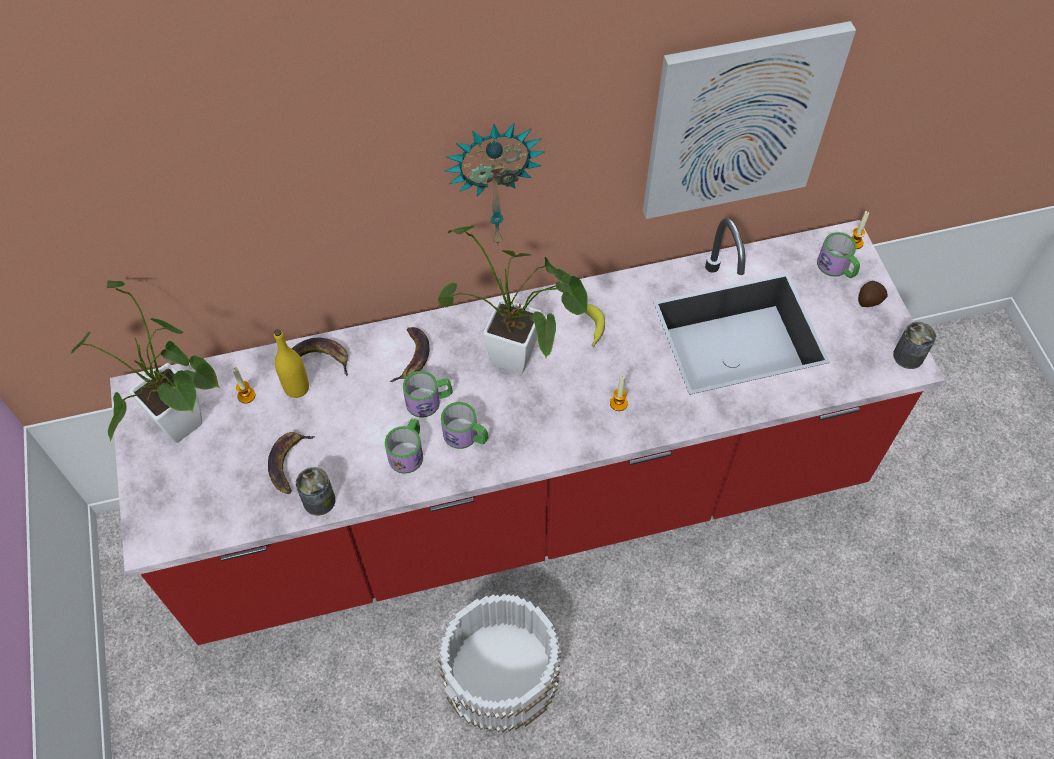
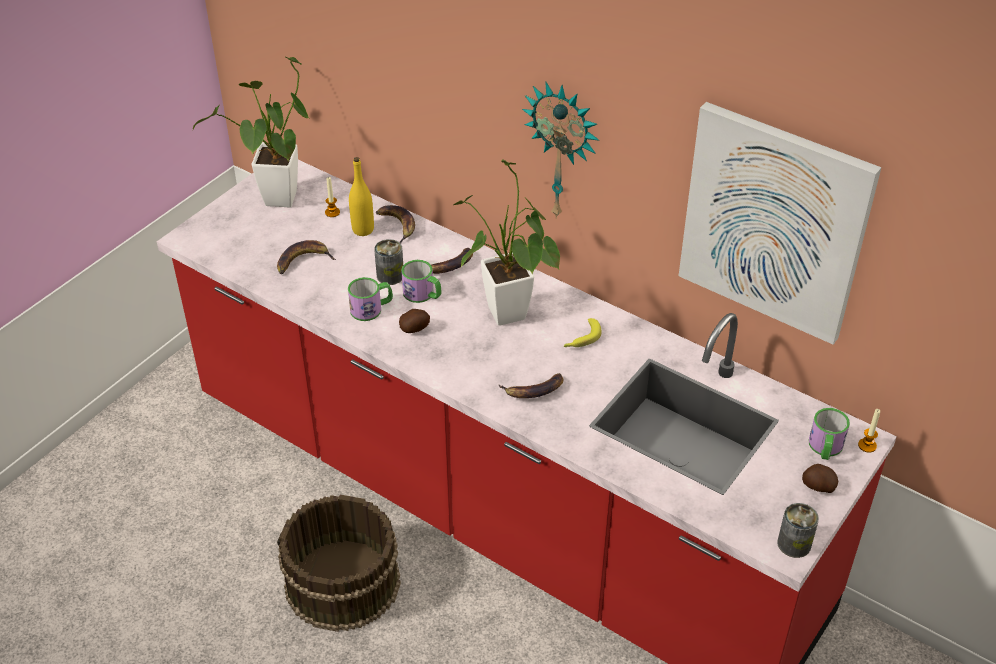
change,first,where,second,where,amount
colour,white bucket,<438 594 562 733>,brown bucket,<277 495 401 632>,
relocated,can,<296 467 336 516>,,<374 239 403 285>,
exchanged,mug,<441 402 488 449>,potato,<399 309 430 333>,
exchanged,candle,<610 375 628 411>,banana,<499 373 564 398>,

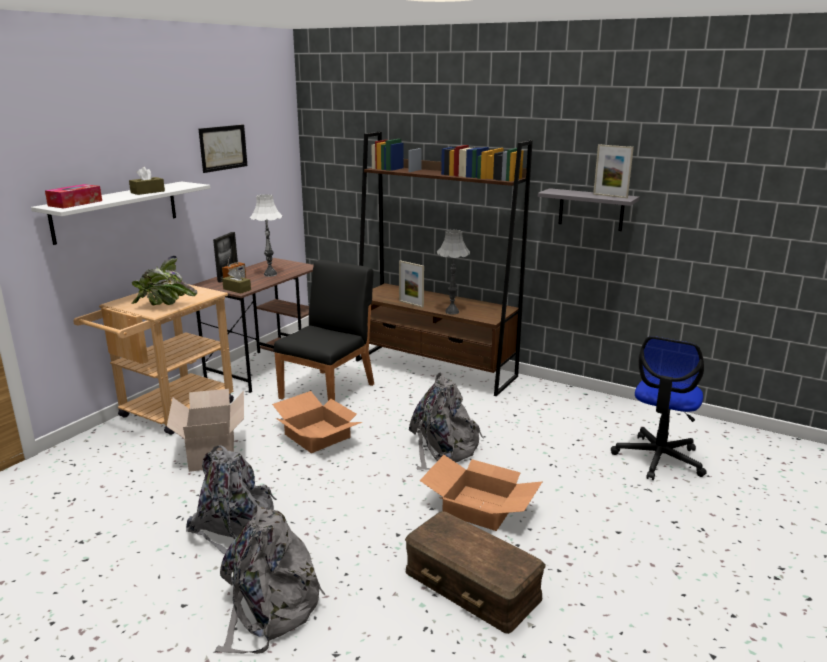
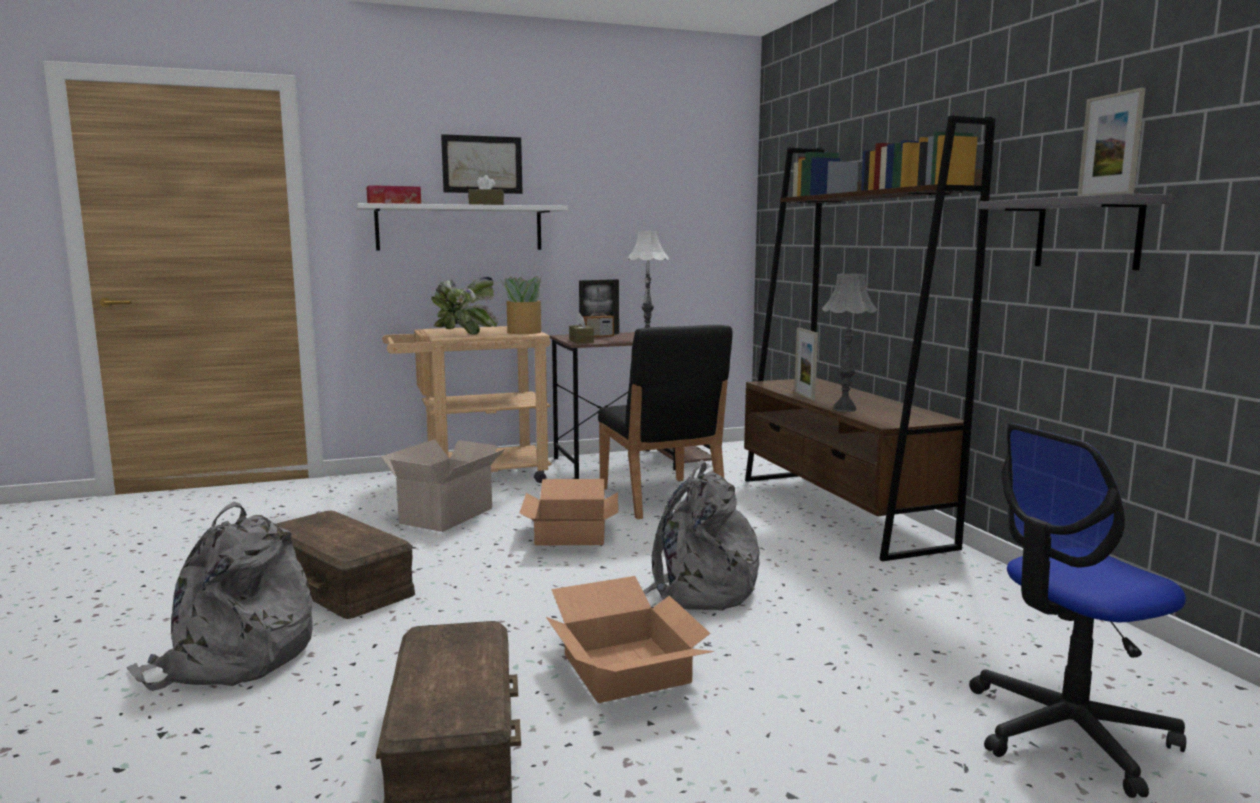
change,first,where,second,where,amount
exchanged,grey backpack,<186 446 277 555>,brown storage box,<276 510 415 619>,
relocated,picture,<199 125 247 173>,,<441 134 523 194>,
appeared,,,potted plant,<500 276 541 334>,
spun,black chair,<274 260 374 401>,,<598 325 733 519>,90 degrees clockwise

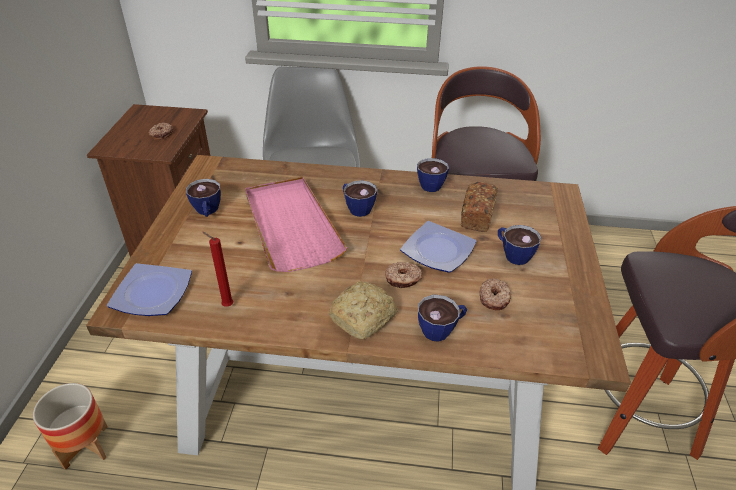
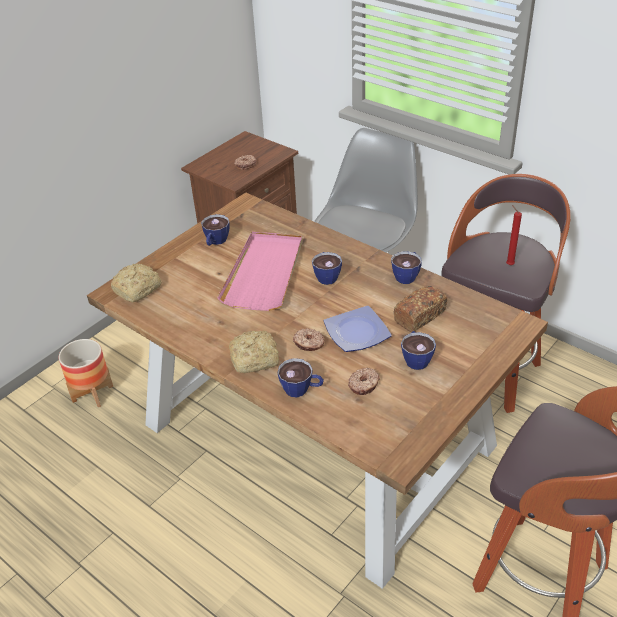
change,first,where,second,where,amount
exchanged,plate,<107 263 192 316>,bread,<111 264 162 302>,
relocated,red candle,<202 232 233 307>,,<506 205 522 265>,

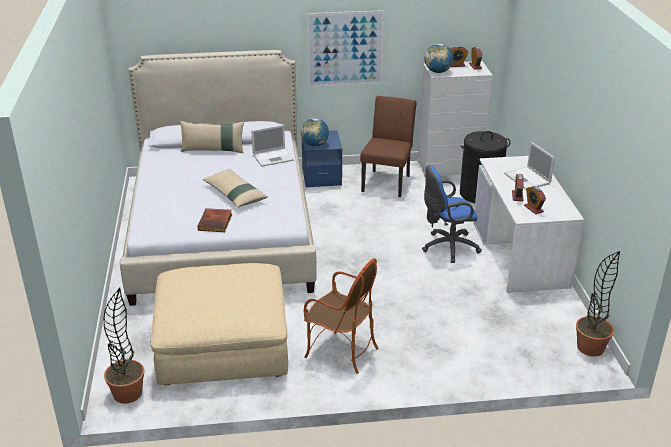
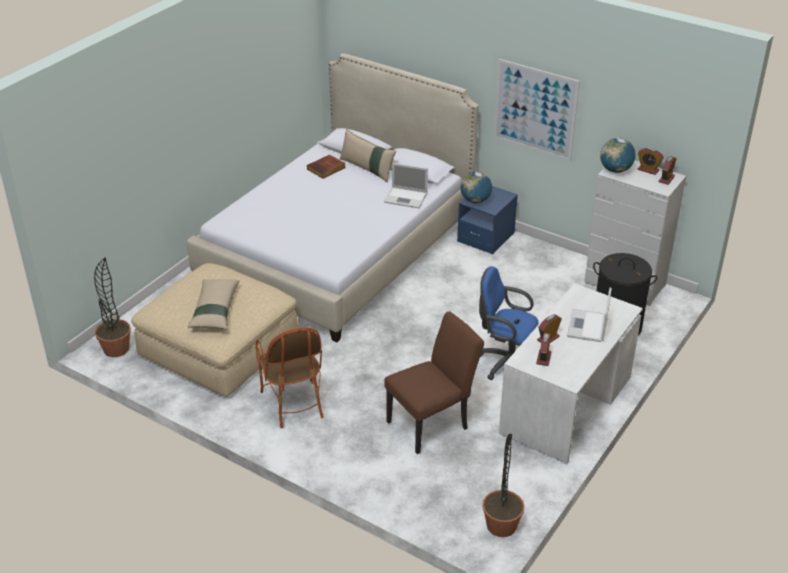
change,first,where,second,where,amount
relocated,beige pillow,<202 169 268 208>,,<188 279 240 330>,
relocated,book,<198 208 232 232>,,<307 155 346 179>,
relocated,brown chair,<360 96 416 197>,,<384 311 484 454>,

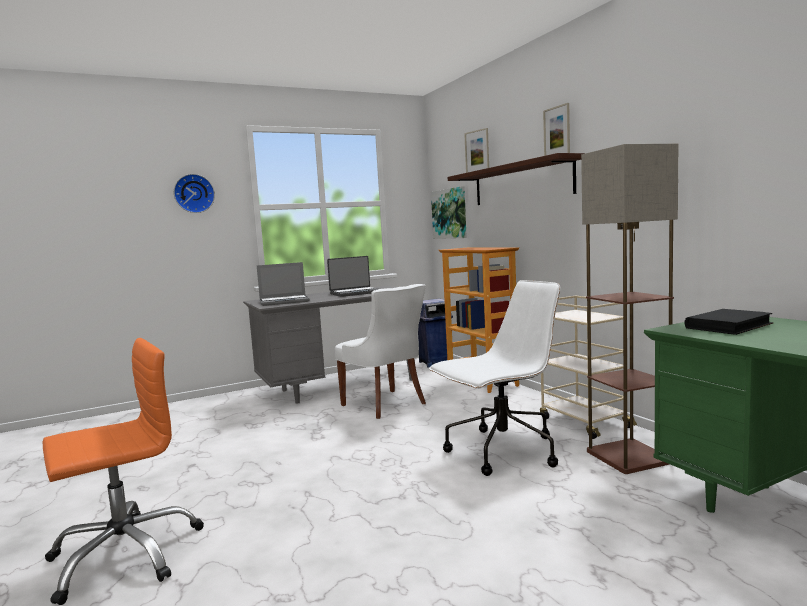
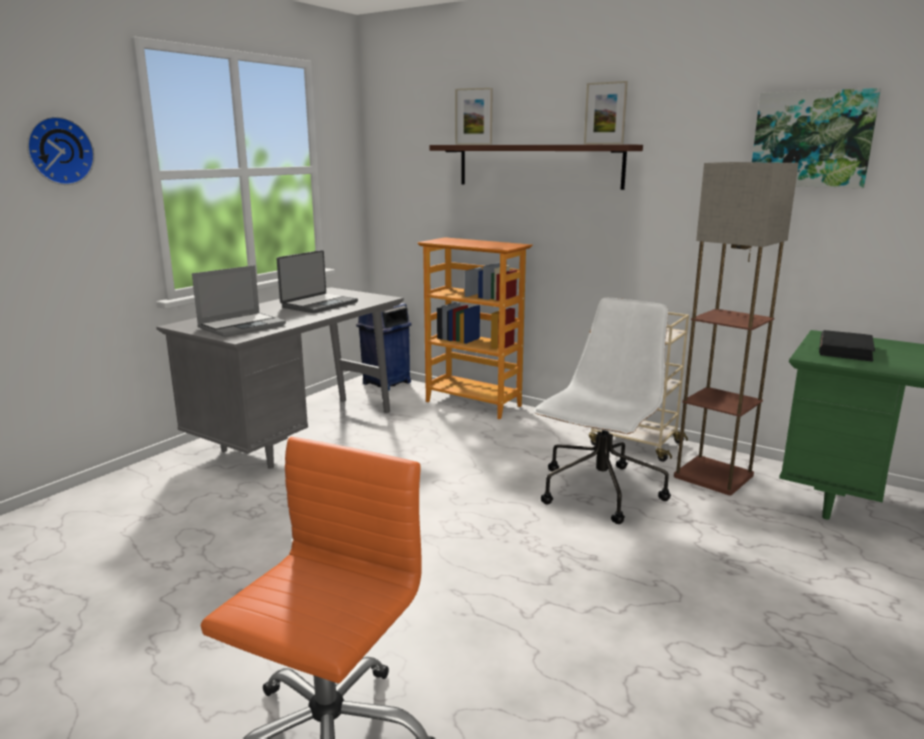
change,first,where,second,where,amount
relocated,picture,<431 186 467 239>,,<752 88 881 188>,
missing,white chair,<335 284 426 419>,,,

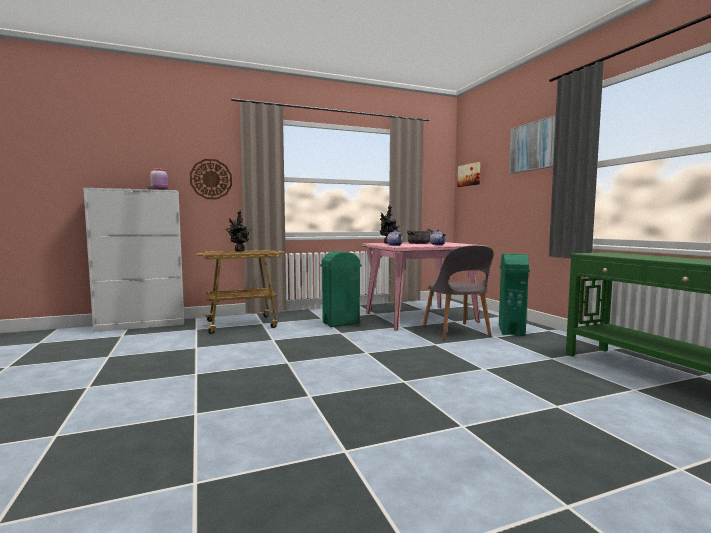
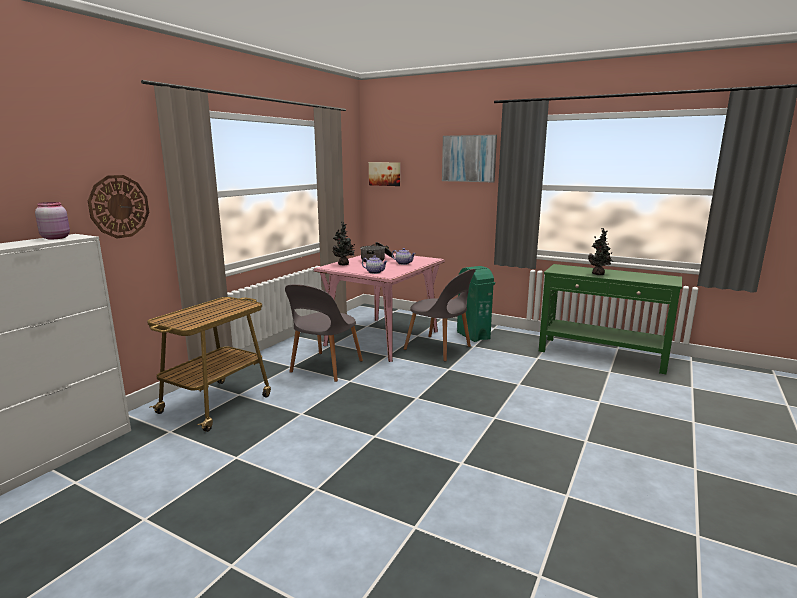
change,first,where,second,where,amount
exchanged,green trash can,<320 251 362 327>,grey chair,<285 284 363 382>,
relocated,potted plant,<225 210 252 251>,,<588 228 614 275>,

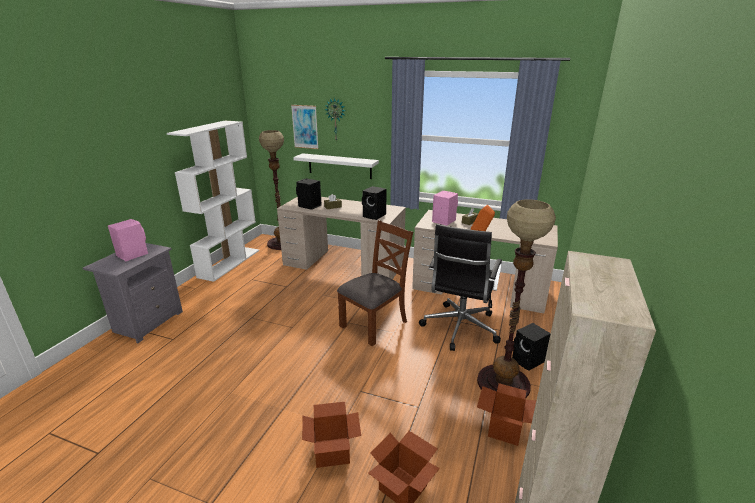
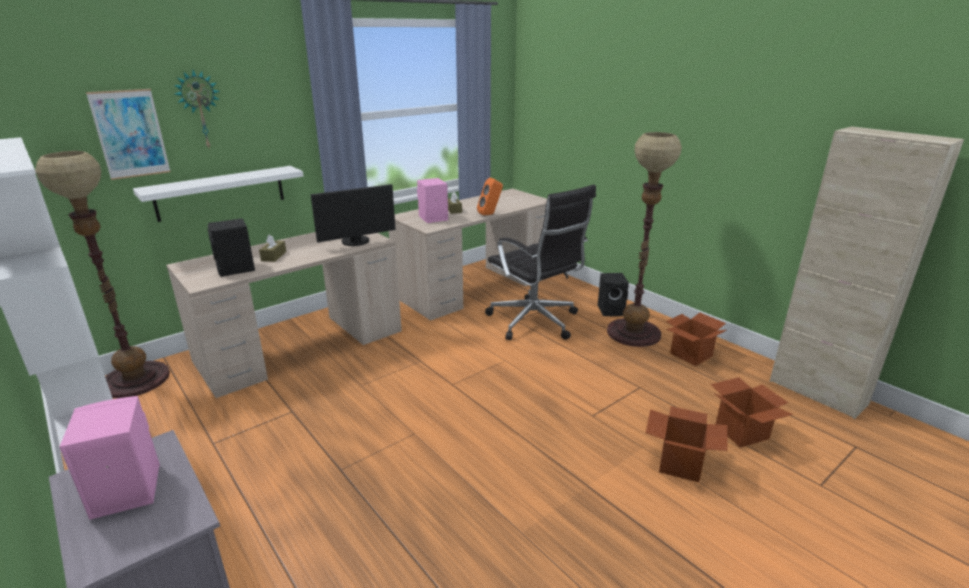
change,first,where,second,where,amount
exchanged,black speaker,<362 186 386 220>,monitor,<311 184 396 246>,
missing,brown chair,<337 220 413 346>,,,

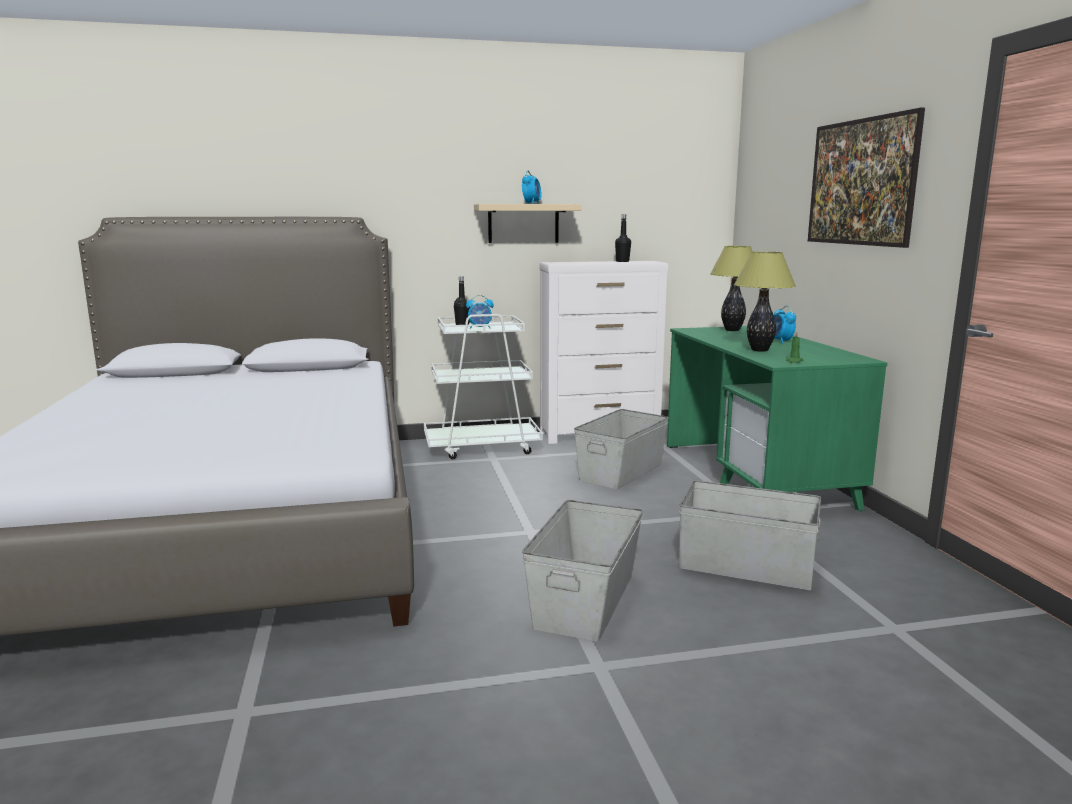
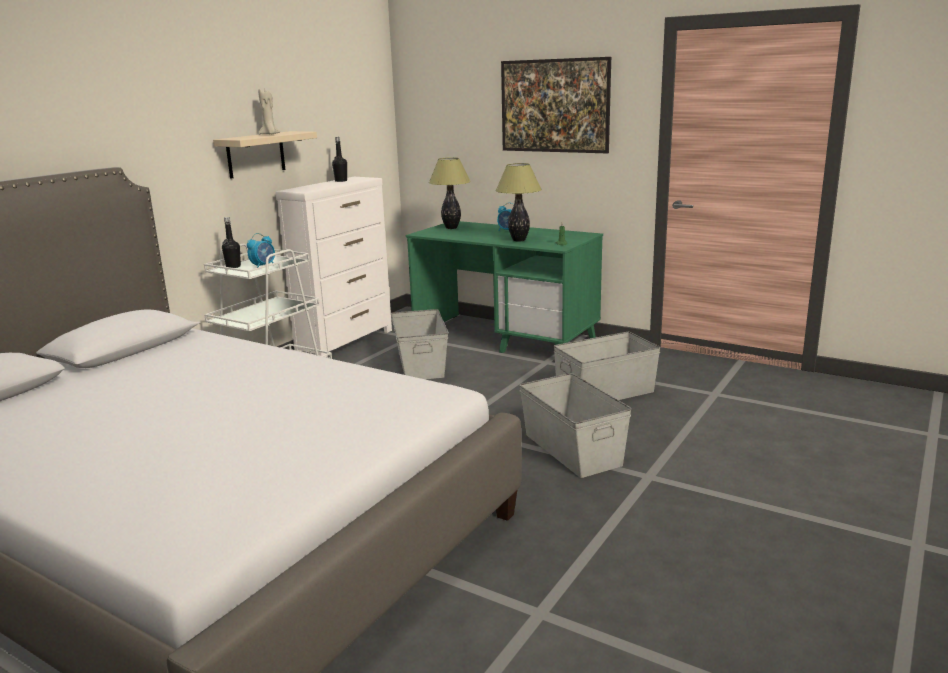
change,first,where,second,where,amount
exchanged,alarm clock,<522 171 541 204>,beige candle,<258 89 280 134>,

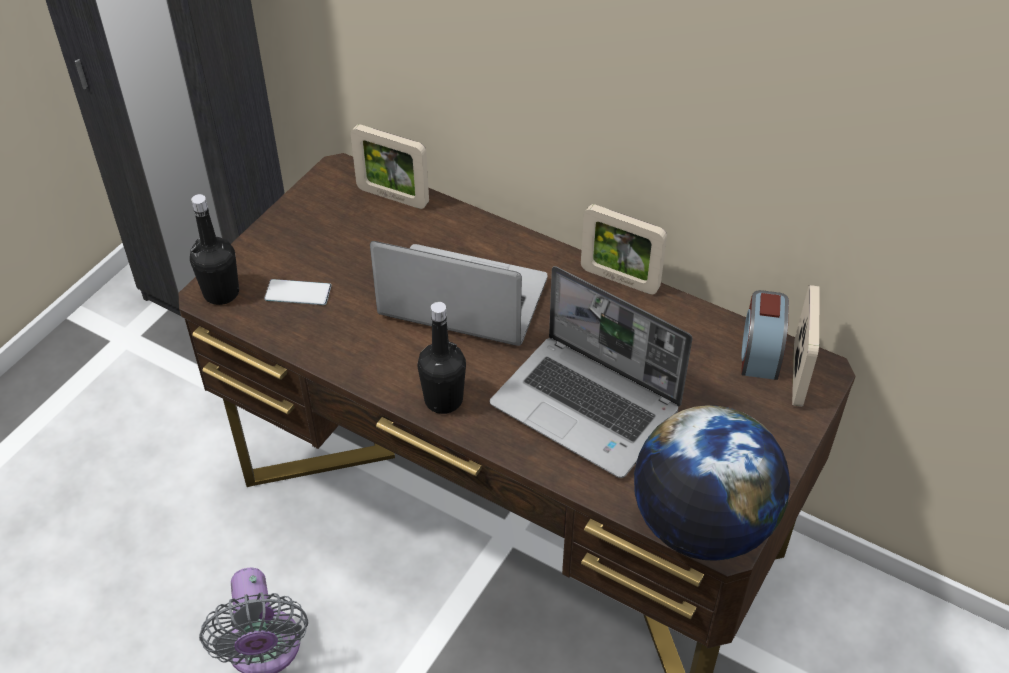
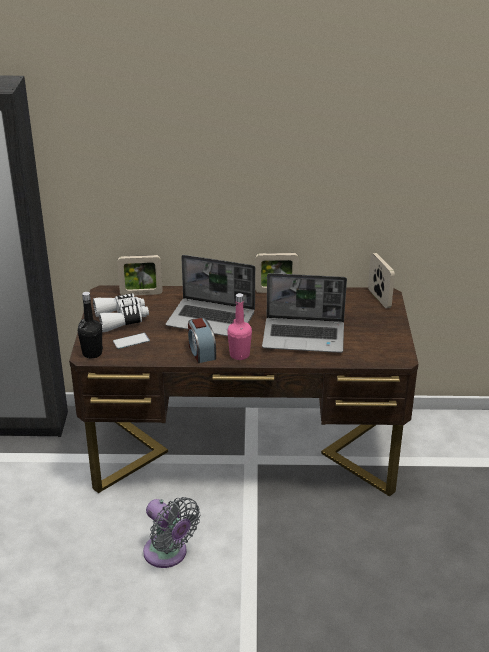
change,first,where,second,where,amount
appeared,,,white binoculars,<93 293 149 332>,
spun,laptop,<370 241 547 346>,,<166 255 255 336>,150 degrees counterclockwise
relocated,alarm clock,<741 290 789 380>,,<188 317 216 363>,
colour,black bottle,<417 302 466 414>,pink bottle,<227 293 252 360>,
missing,globe,<634 405 790 561>,,,

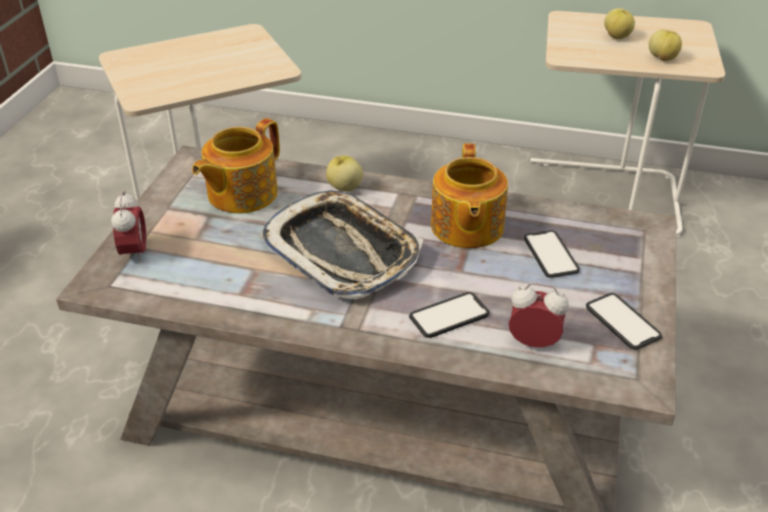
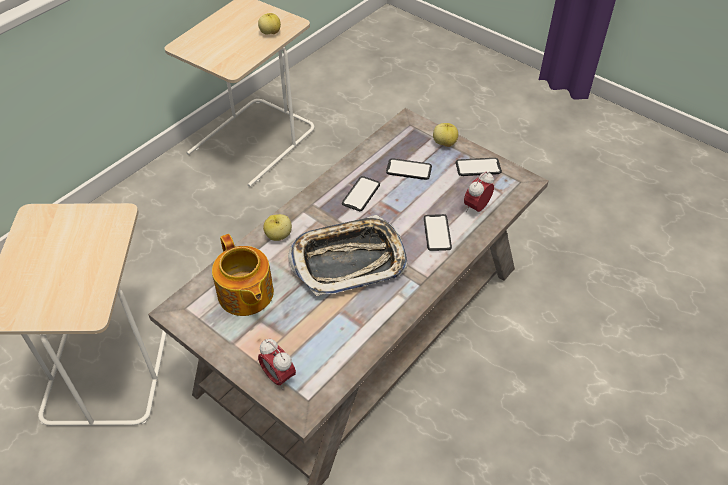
change,first,where,second,where,amount
spun,alarm clock,<111 191 146 264>,,<258 339 296 390>,150 degrees counterclockwise
exchanged,teapot,<431 144 508 248>,phone,<342 176 380 211>,
relocated,apple,<604 8 635 39>,,<433 123 458 147>,

